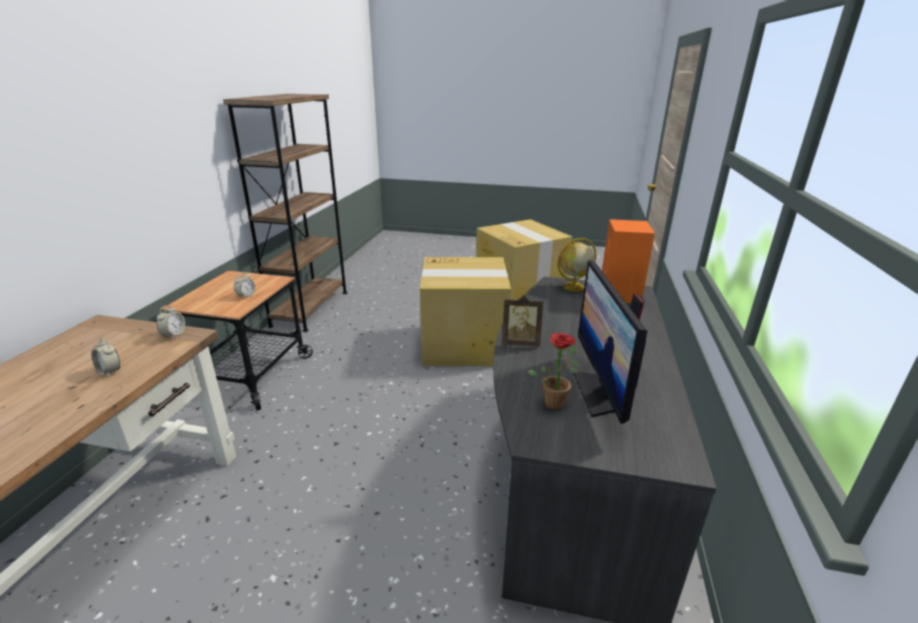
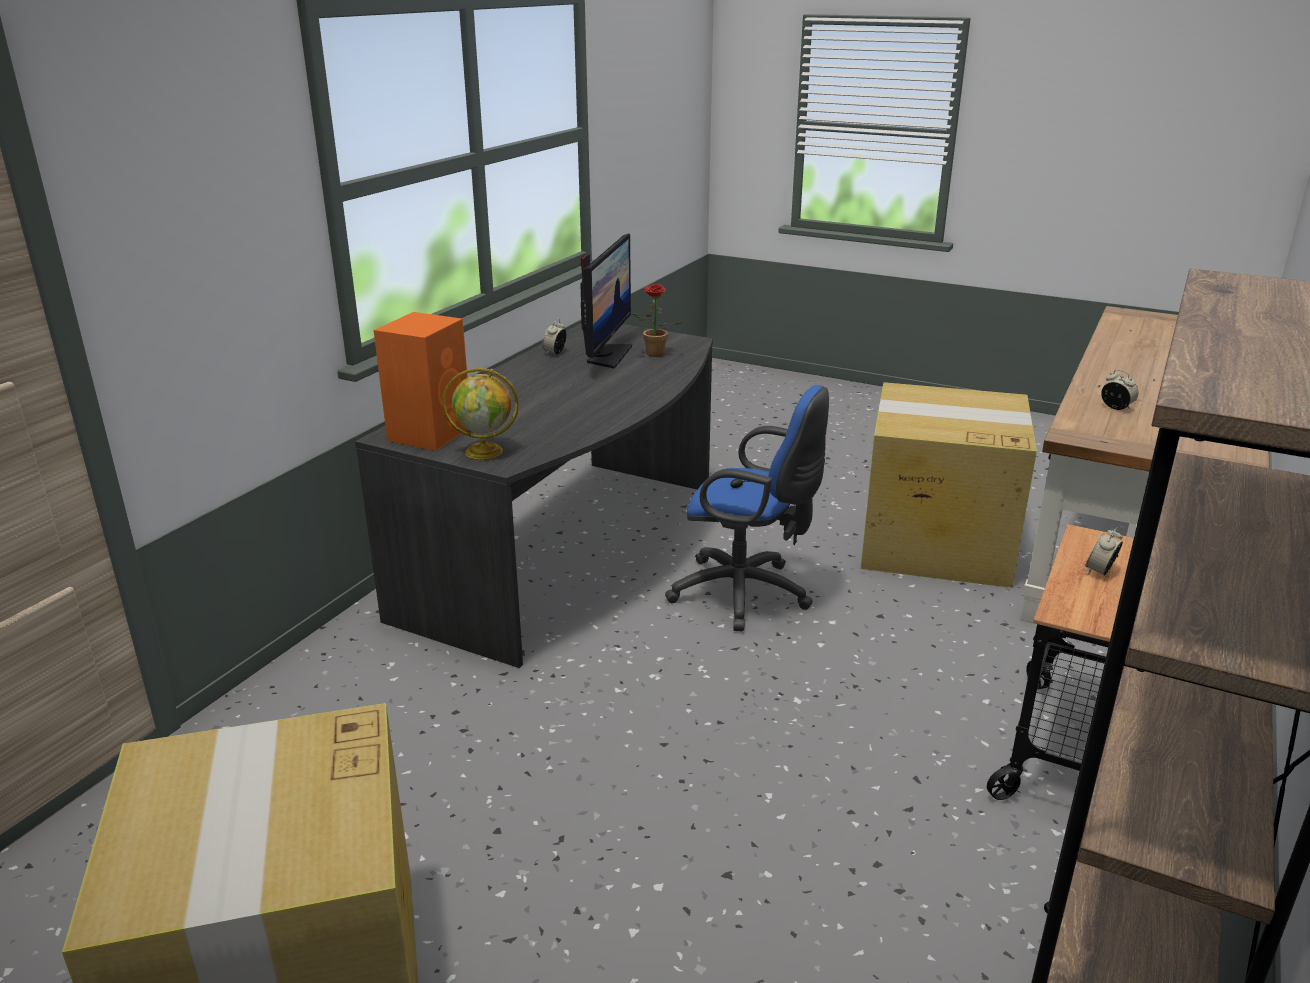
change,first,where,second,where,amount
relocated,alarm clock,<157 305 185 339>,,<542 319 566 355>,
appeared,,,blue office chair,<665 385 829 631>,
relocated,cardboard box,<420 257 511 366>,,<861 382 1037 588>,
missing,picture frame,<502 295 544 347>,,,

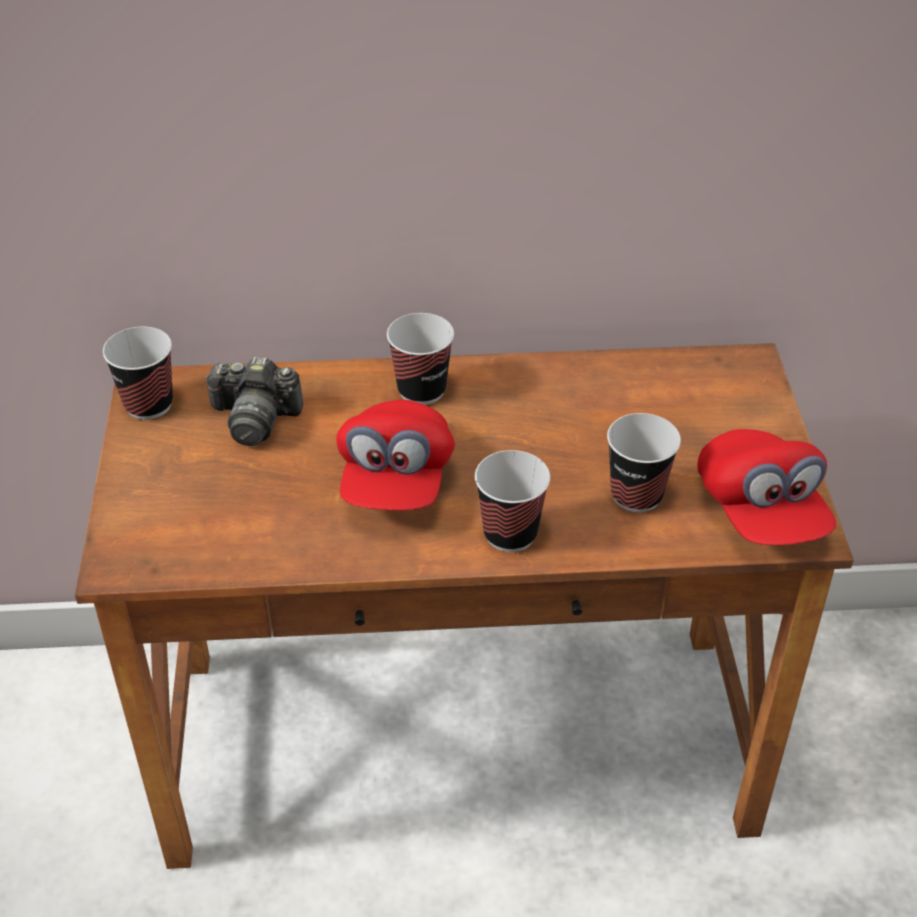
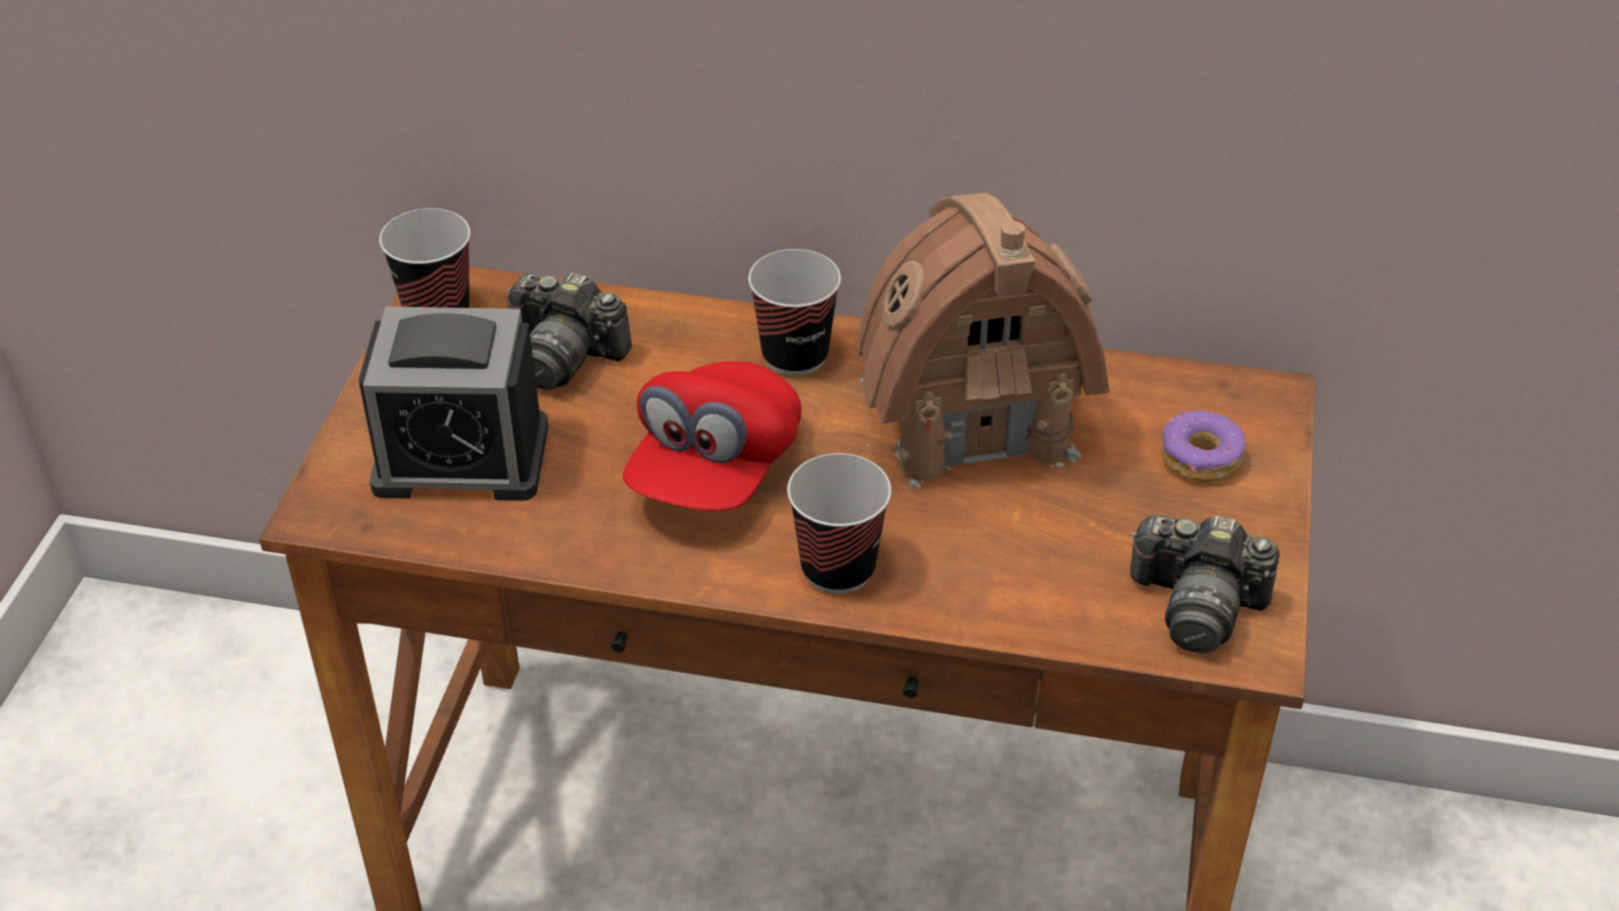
change,first,where,second,where,amount
appeared,,,alarm clock,<359 307 549 501>,
appeared,,,toy house,<858 193 1110 489>,
exchanged,red cap,<697 429 836 545>,photo camera,<1130 515 1280 653>,
appeared,,,donut,<1161 410 1246 482>,
missing,cup,<607 413 681 512>,,,

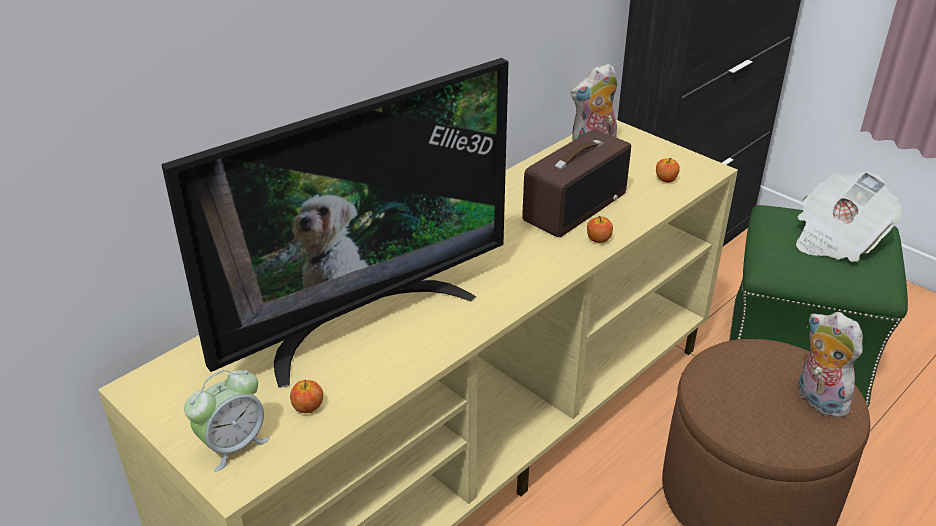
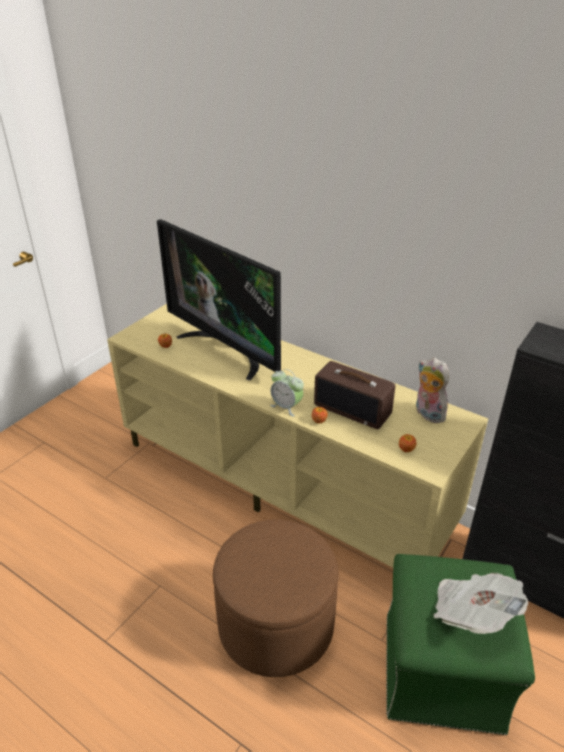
change,first,where,second,where,amount
relocated,alarm clock,<184 370 270 472>,,<270 369 304 417>,
missing,plush toy,<799 312 863 418>,,,

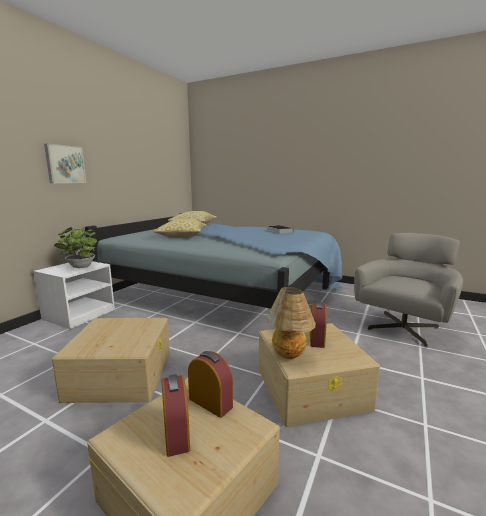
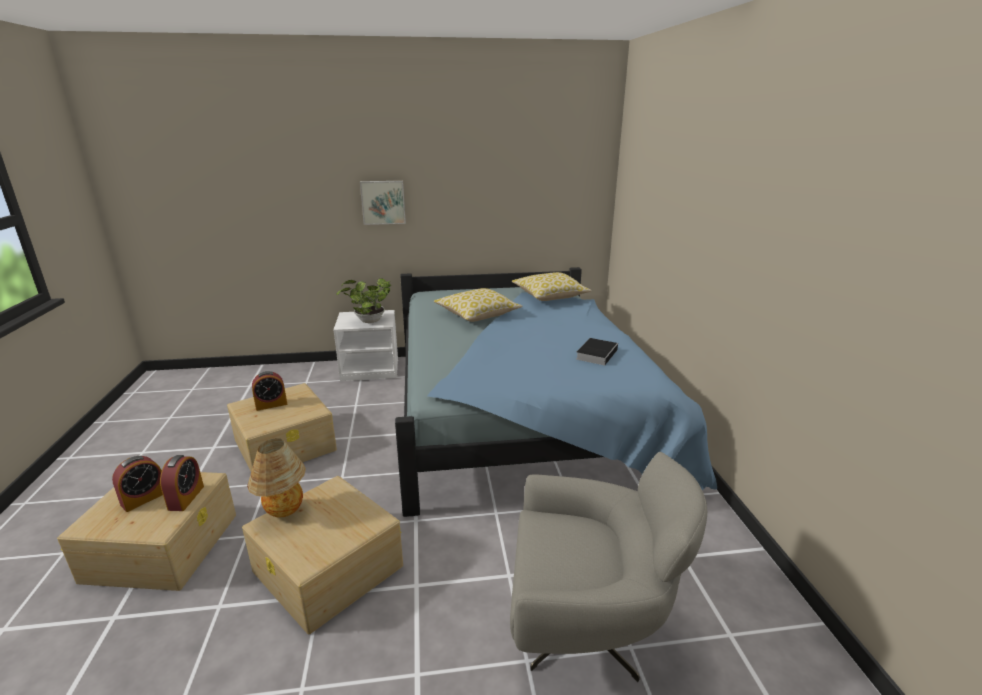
change,first,where,second,where,amount
relocated,alarm clock,<310 302 327 348>,,<252 371 287 411>,

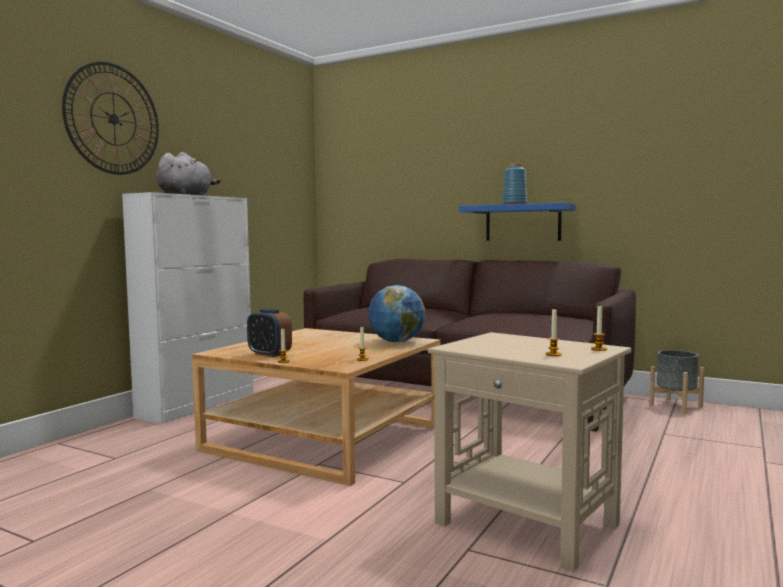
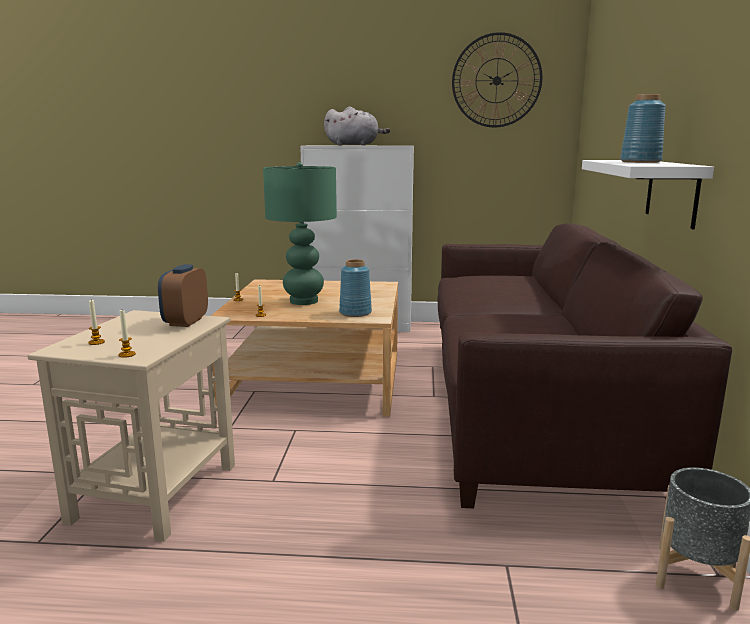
change,first,where,second,where,amount
relocated,alarm clock,<247 308 292 357>,,<158 264 208 327>,
appeared,,,green table lamp,<263 162 337 305>,
exchanged,globe,<368 285 425 342>,blue vase,<339 259 372 317>,
relocated,wall clock,<62 62 159 175>,,<452 32 542 128>,
colour,blue shelf,<459 202 575 241>,white shelf,<582 160 714 230>,

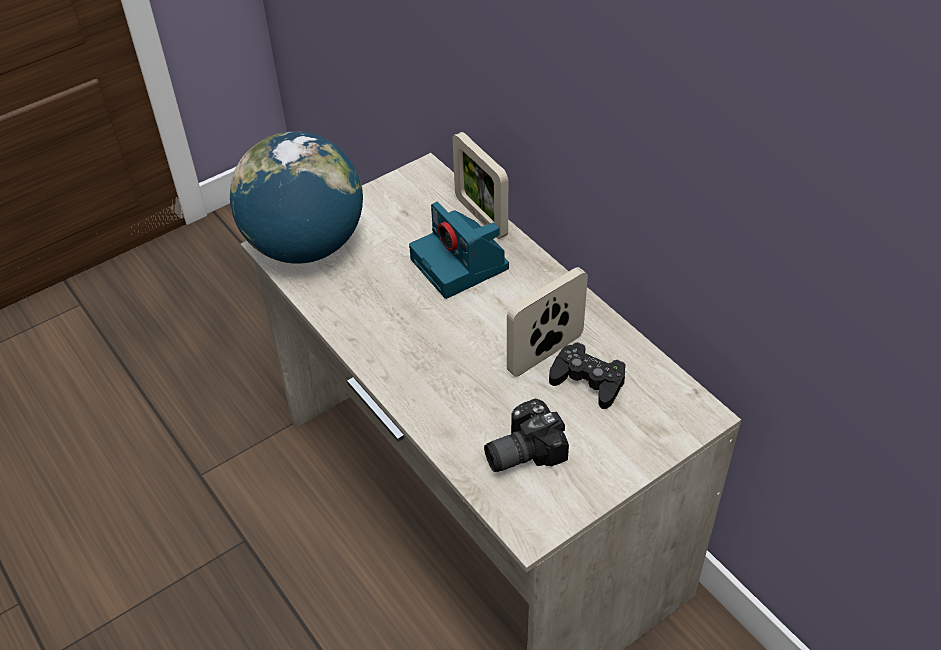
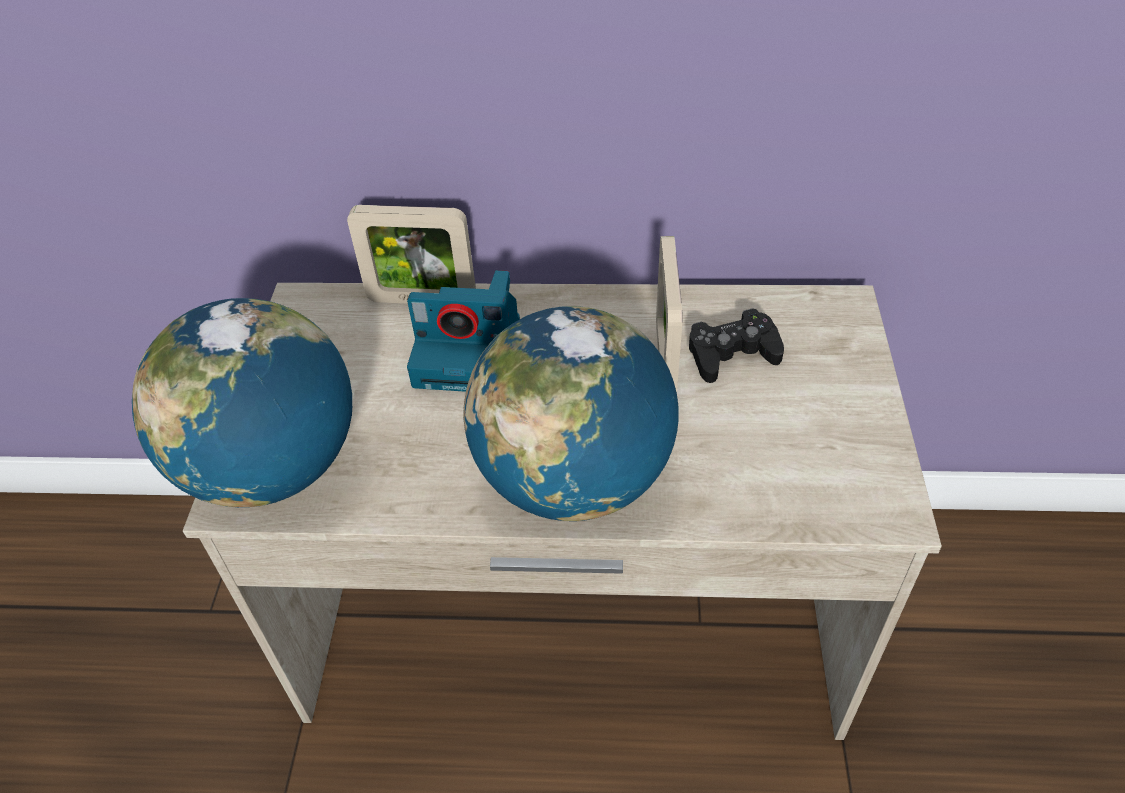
change,first,where,second,where,amount
appeared,,,globe,<463 306 679 521>,
missing,photo camera,<484 398 569 472>,,,

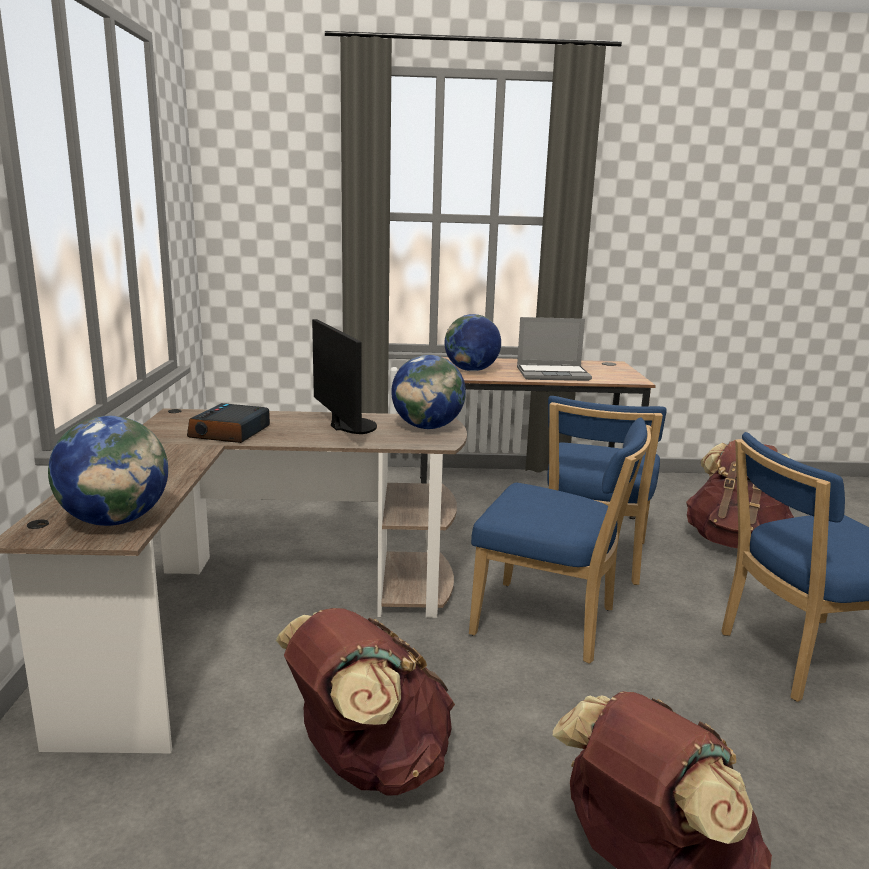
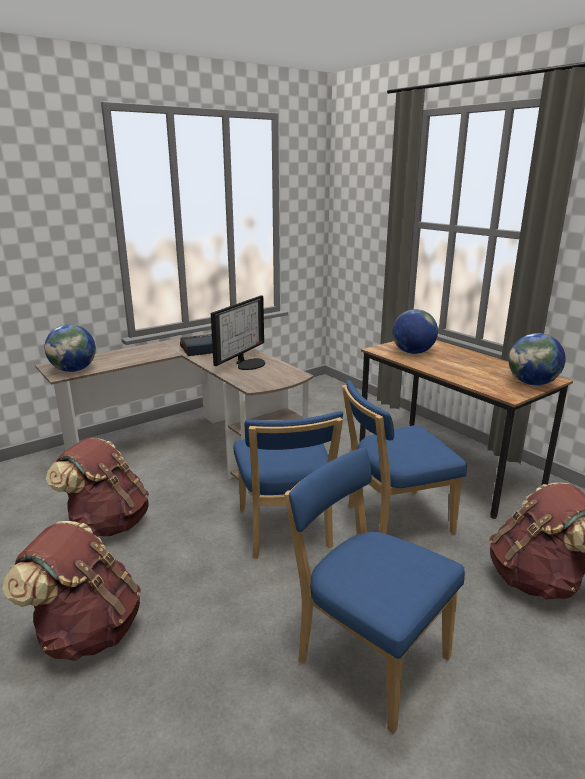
change,first,where,second,where,amount
relocated,globe,<391 355 466 429>,,<509 333 566 385>,
missing,laptop,<517 317 592 381>,,,

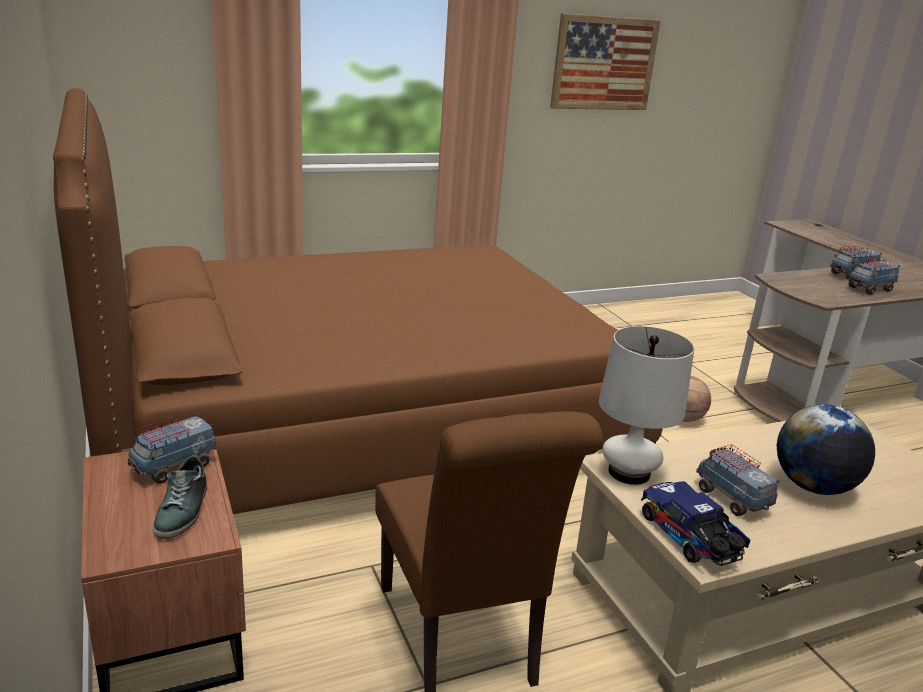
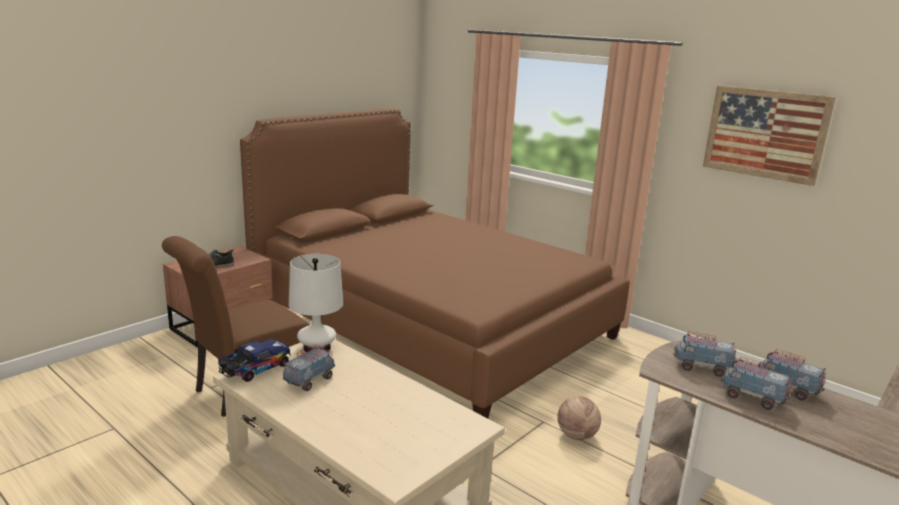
change,first,where,second,where,amount
relocated,toy truck,<128 414 216 484>,,<672 331 736 377>,
missing,globe,<777 405 875 495>,,,

